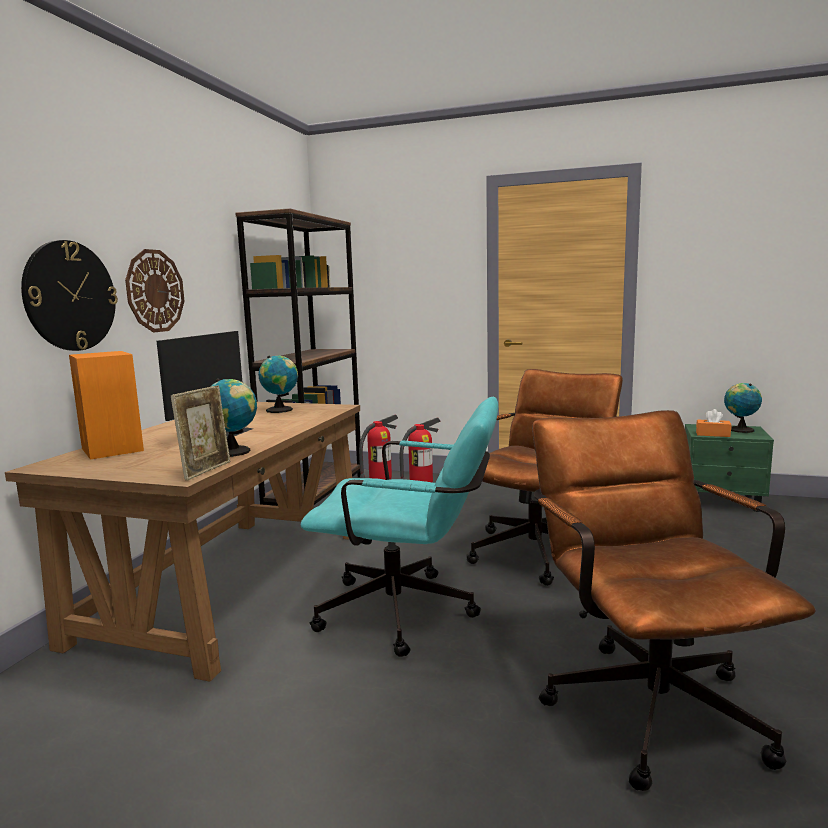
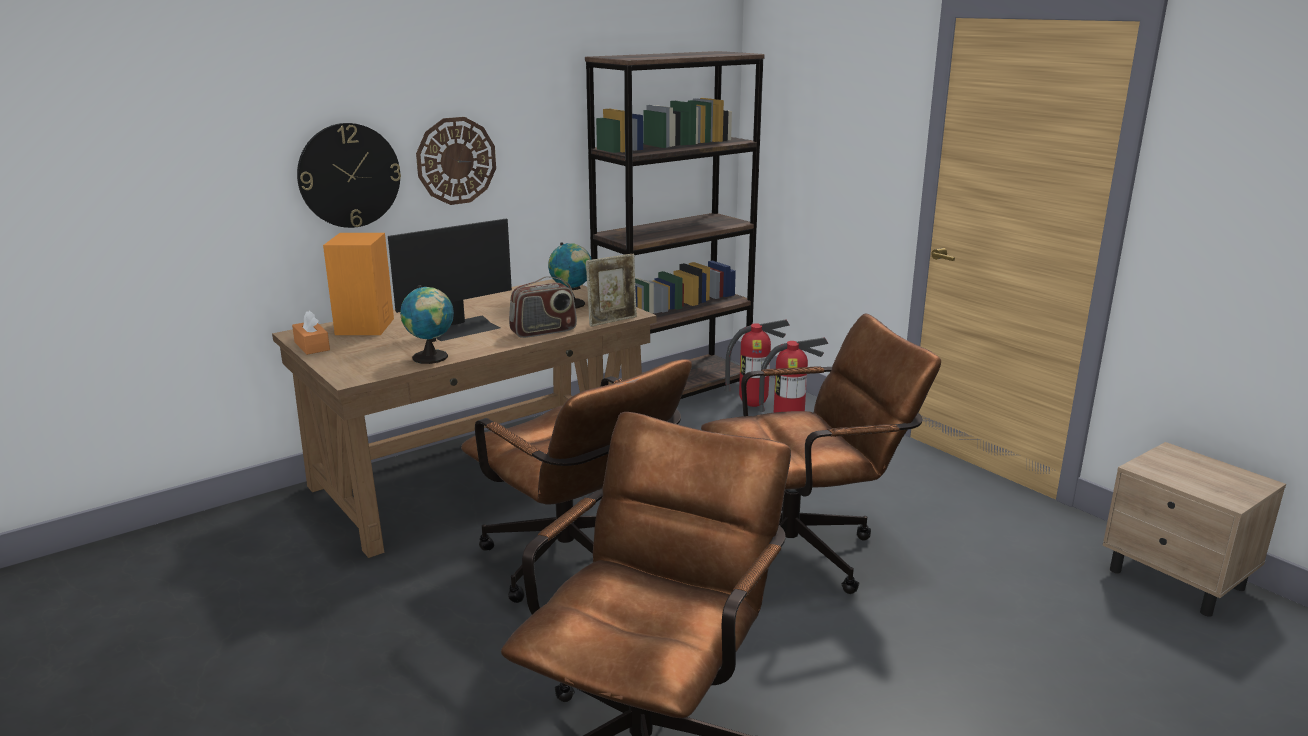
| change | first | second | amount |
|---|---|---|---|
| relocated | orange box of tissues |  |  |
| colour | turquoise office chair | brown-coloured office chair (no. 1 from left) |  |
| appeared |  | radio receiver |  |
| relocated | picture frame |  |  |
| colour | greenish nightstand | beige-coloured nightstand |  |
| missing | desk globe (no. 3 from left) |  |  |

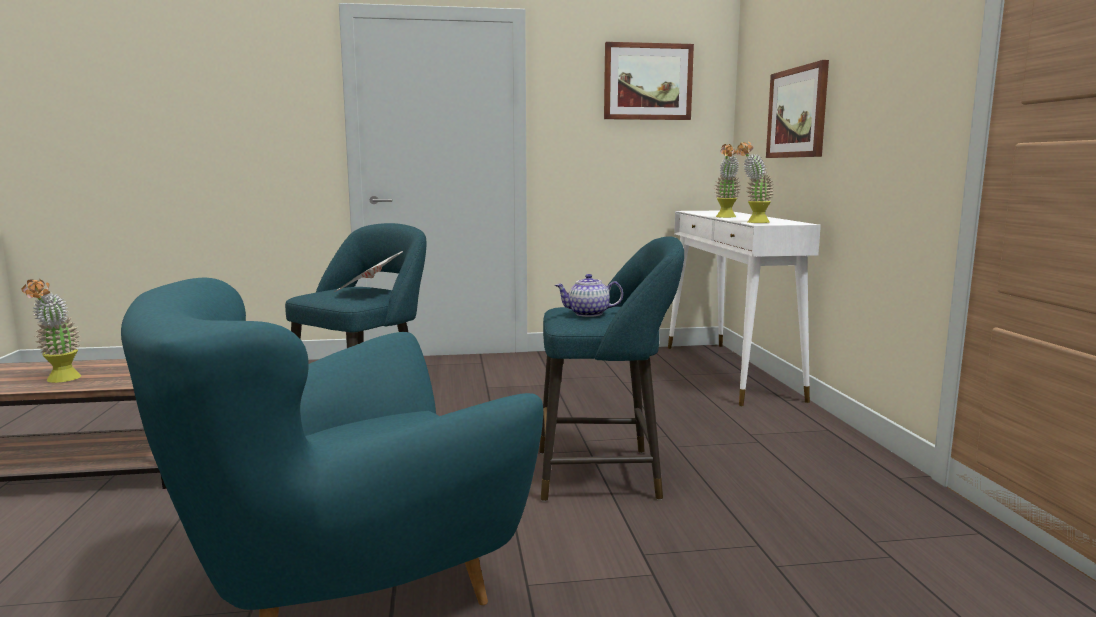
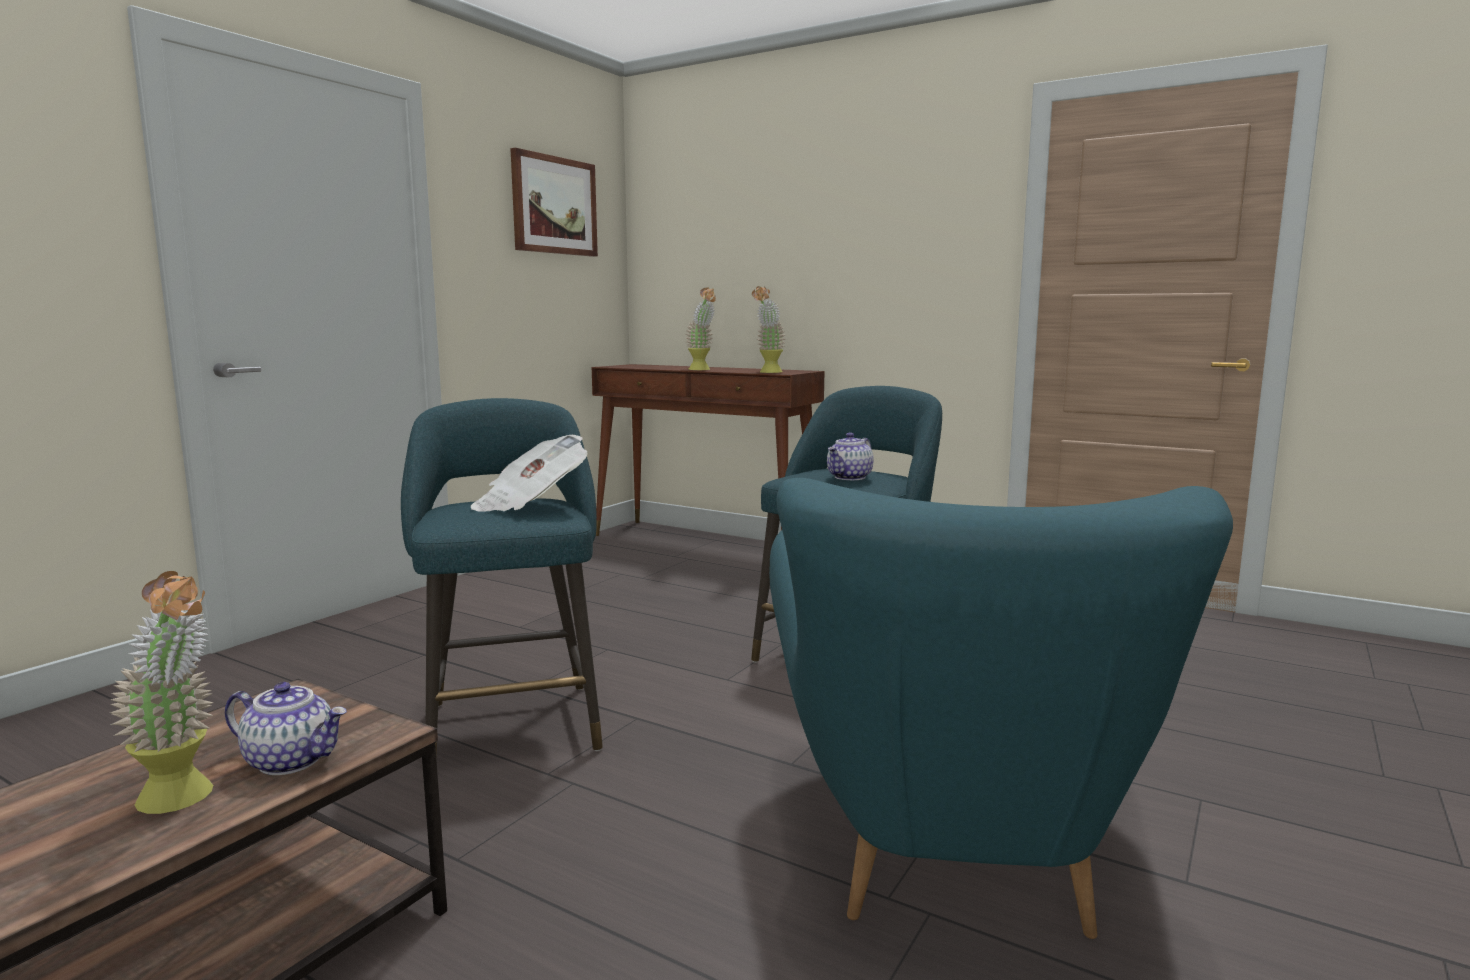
| change | first | second | amount |
|---|---|---|---|
| appeared |  | pot for tea (no. 1 from left) |  |
| colour | white-coloured hall table | brown-coloured hall table |  |
| missing | wall picture (no. 2 from left) |  |  |

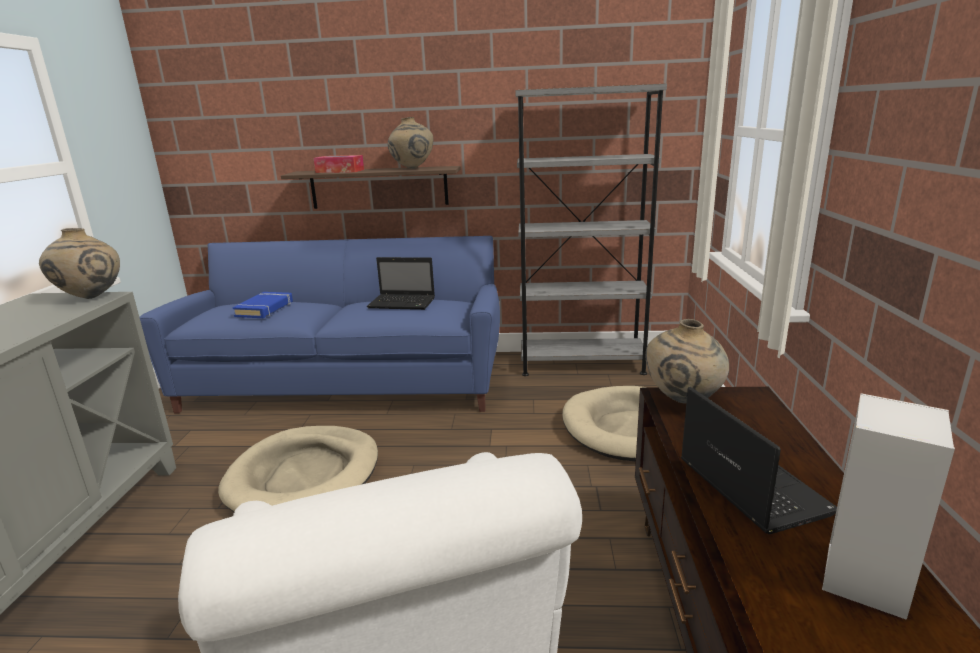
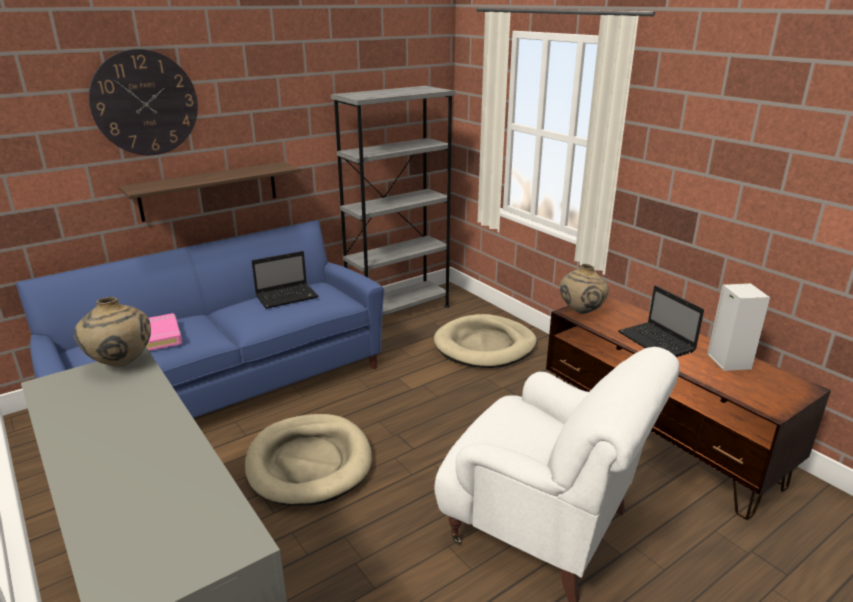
| change | first | second | amount |
|---|---|---|---|
| appeared |  | hanging clock |  |
| colour | bluish bound book | pinkish bound book |  |
| spun | portable computer (no. 2 from left) |  | 150 degrees counterclockwise |
| missing | box of tissues |  |  |
| missing | beige-coloured decorative vase (no. 2 from left) |  |  |

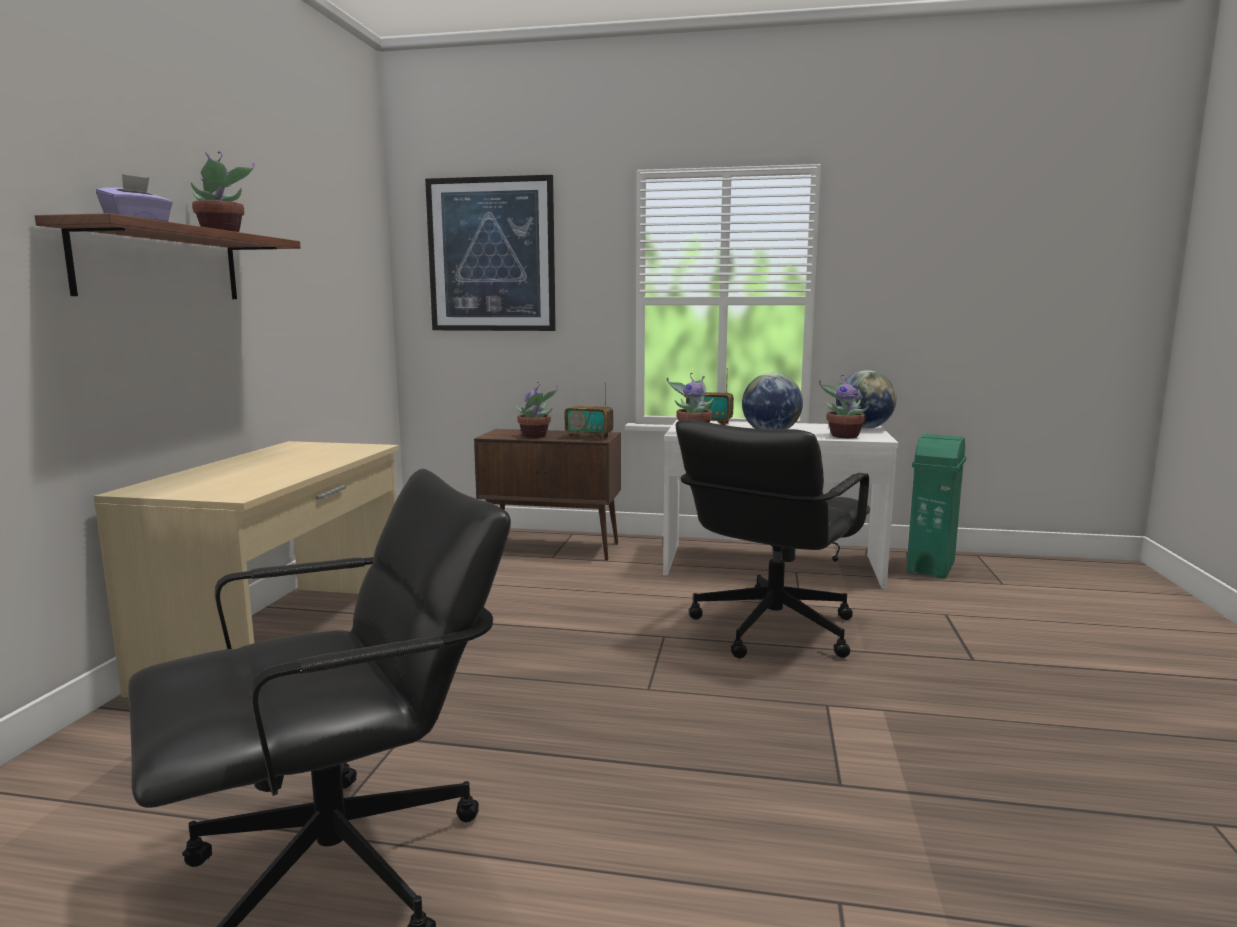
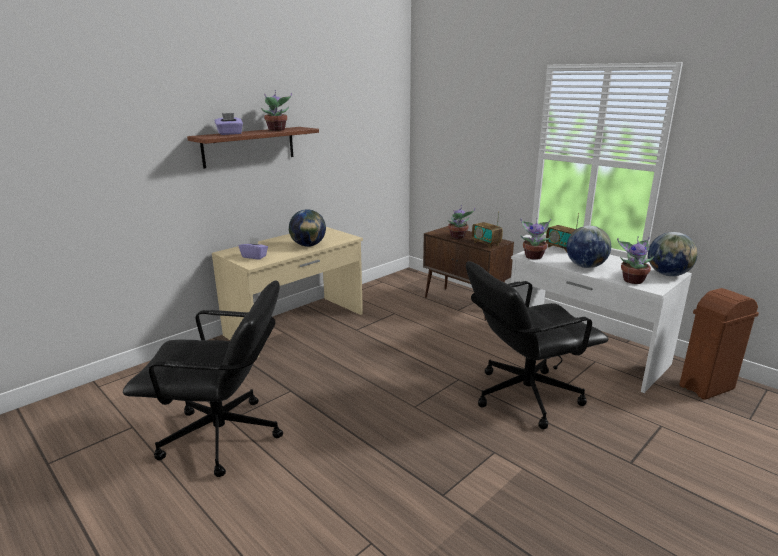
| change | first | second | amount |
|---|---|---|---|
| appeared |  | purplish box of tissues (no. 2 from left) |  |
| appeared |  | desk globe (no. 1 from left) |  |
| colour | greenish rubbish bin | brown-coloured rubbish bin |  |
| missing | wall picture |  |  |

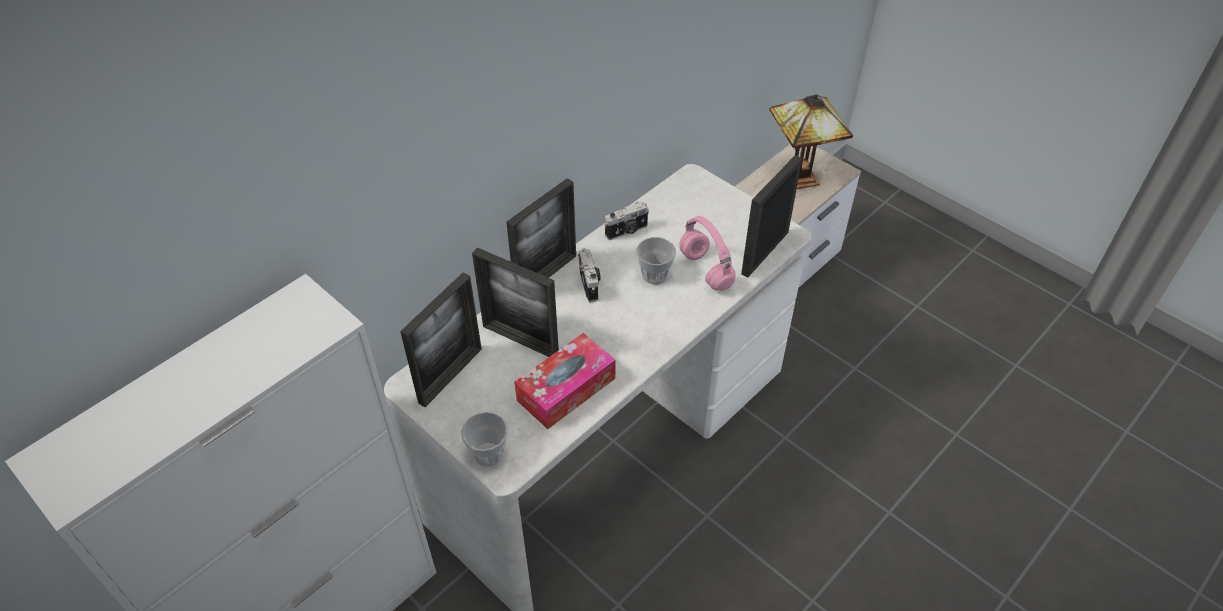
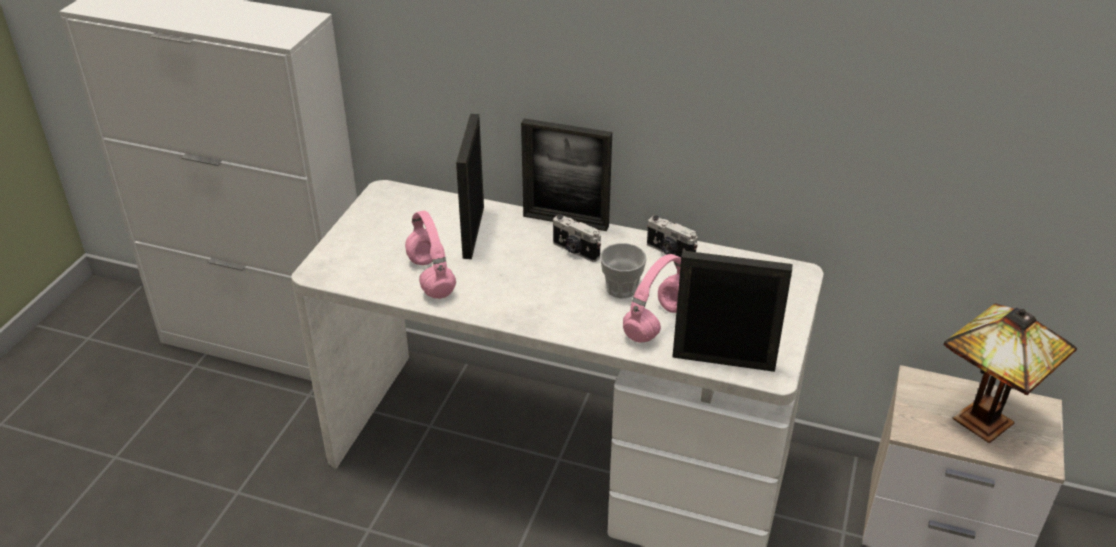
| change | first | second | amount |
|---|---|---|---|
| exchanged | box of tissues | pinkish pair of headphones (no. 1 from left) |  |
| spun | still camera (no. 1 from left) |  | 75 degrees clockwise |
| missing | picture frame (no. 1 from left) |  |  |
| missing | drinking cup (no. 1 from left) |  |  |

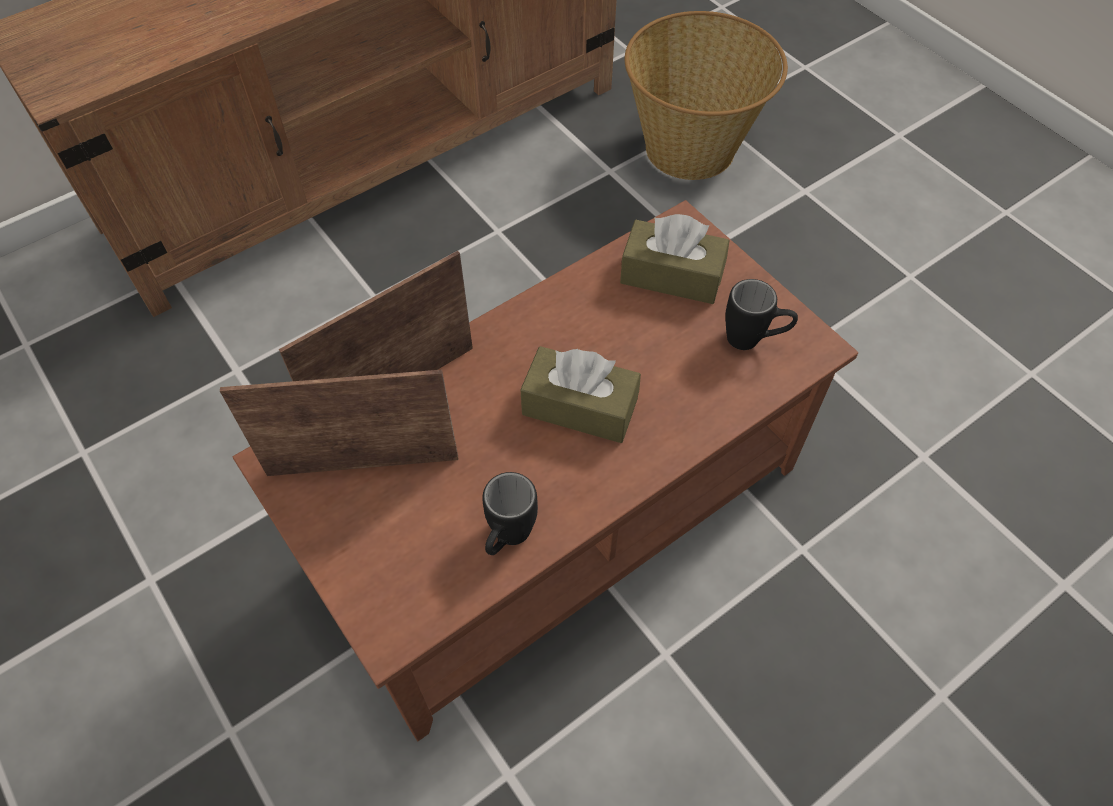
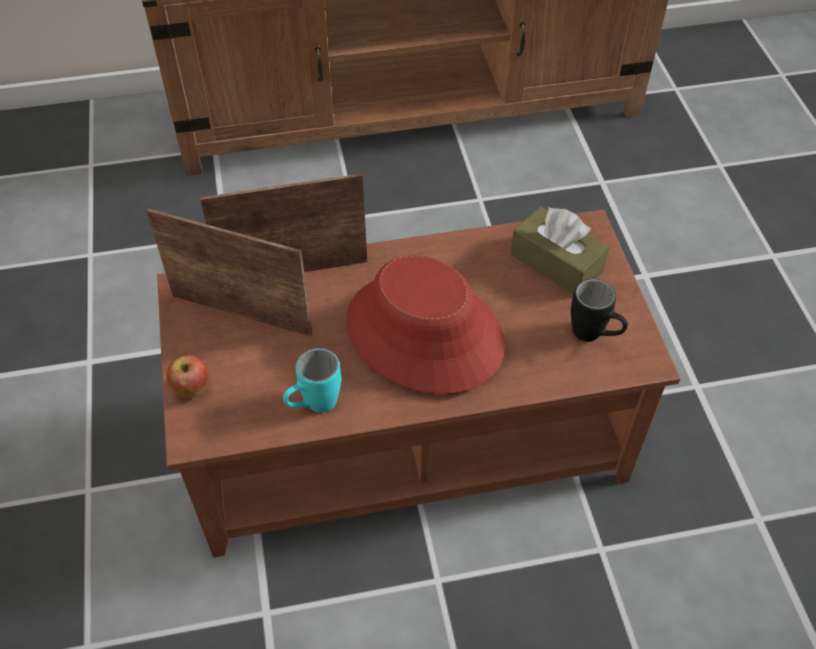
| change | first | second | amount |
|---|---|---|---|
| appeared |  | whole apple |  |
| colour | black tea mug (no. 1 from left) | turquoise tea mug |  |
| exchanged | brown-coloured box of tissues (no. 1 from left) | red-coloured clothing hat |  |
| missing | storage basket |  |  |

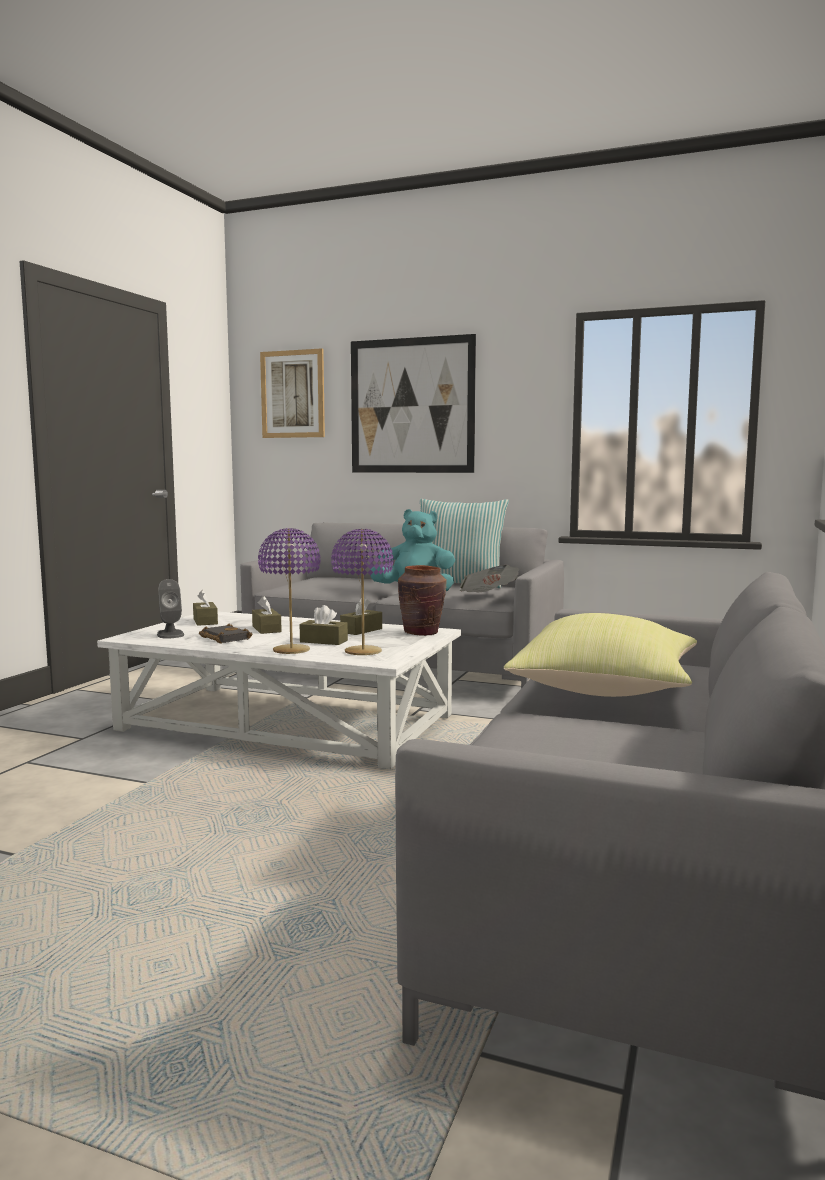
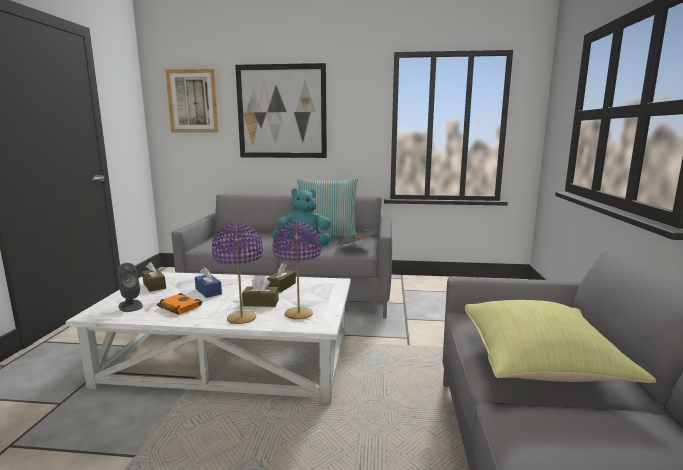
| change | first | second | amount |
|---|---|---|---|
| colour | black bound book | orange bound book |  |
| colour | brown-coloured box of tissues (no. 2 from left) | bluish box of tissues |  |
| missing | brown-coloured decorative vase |  |  |

